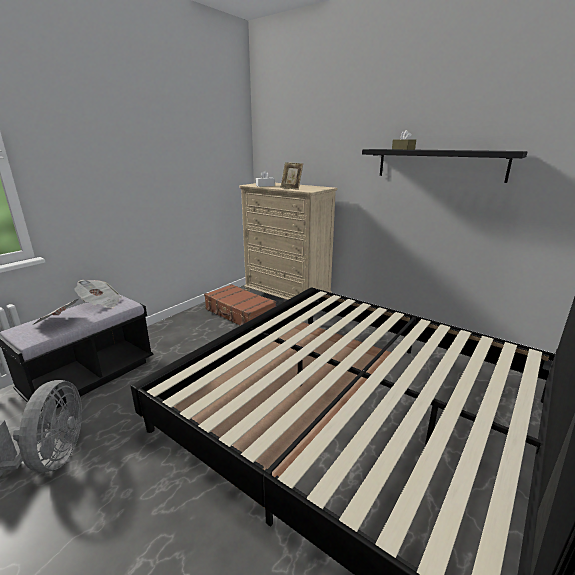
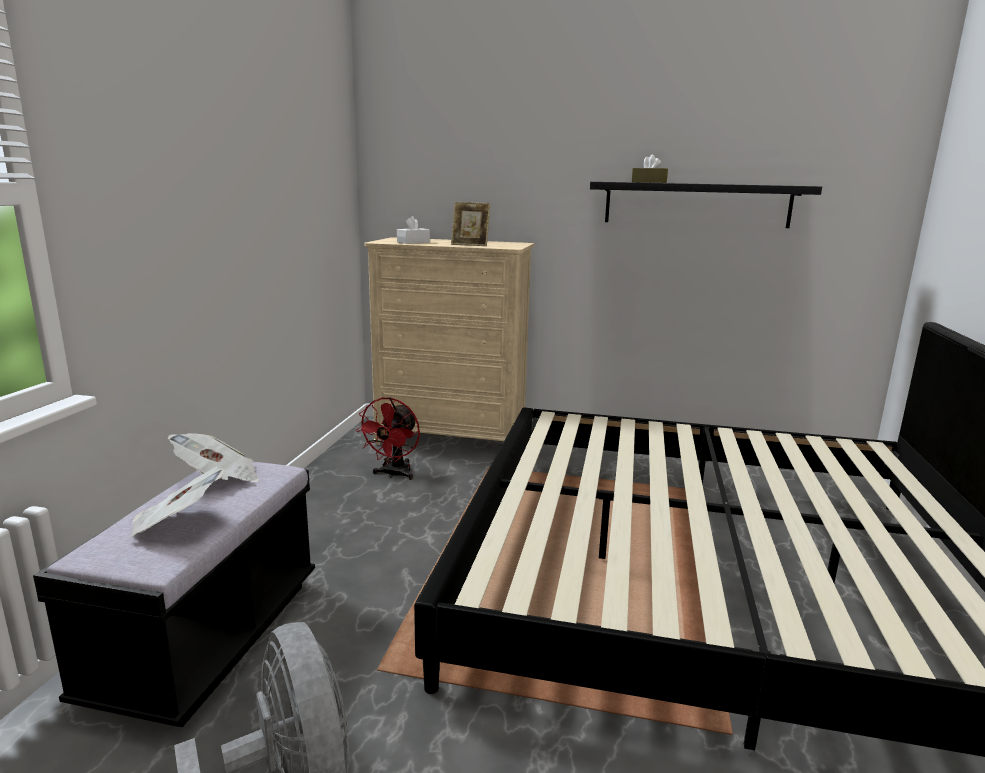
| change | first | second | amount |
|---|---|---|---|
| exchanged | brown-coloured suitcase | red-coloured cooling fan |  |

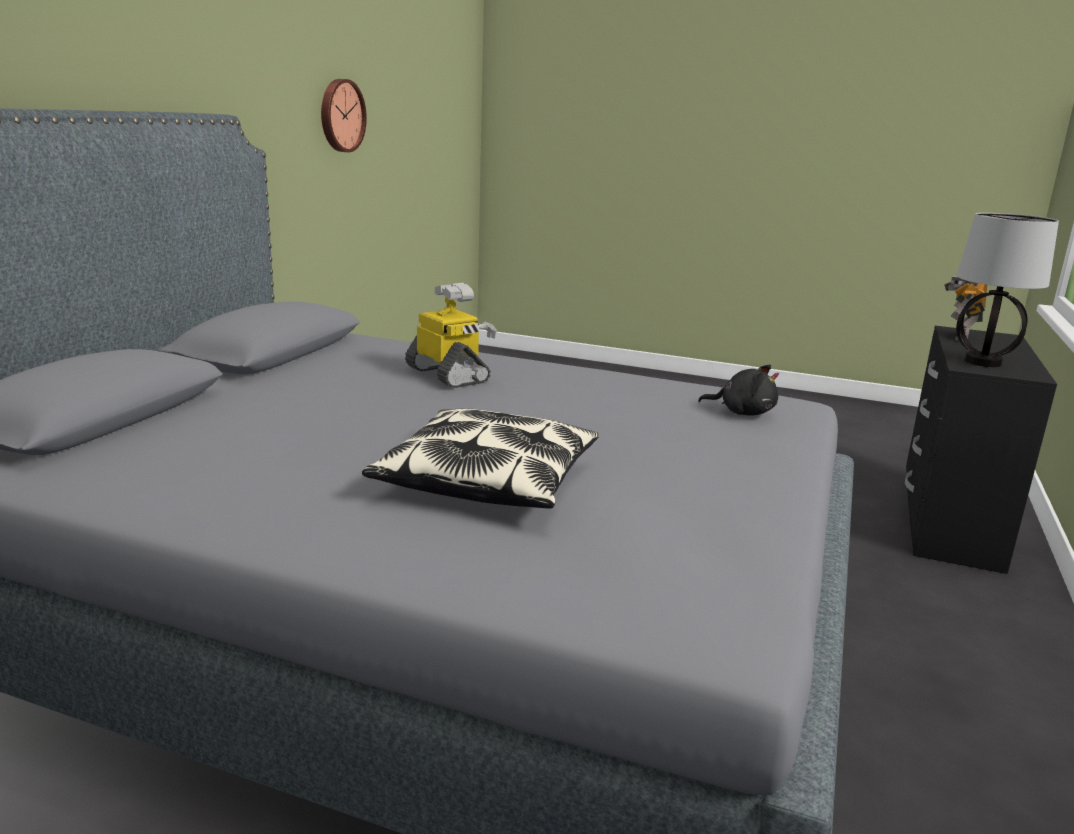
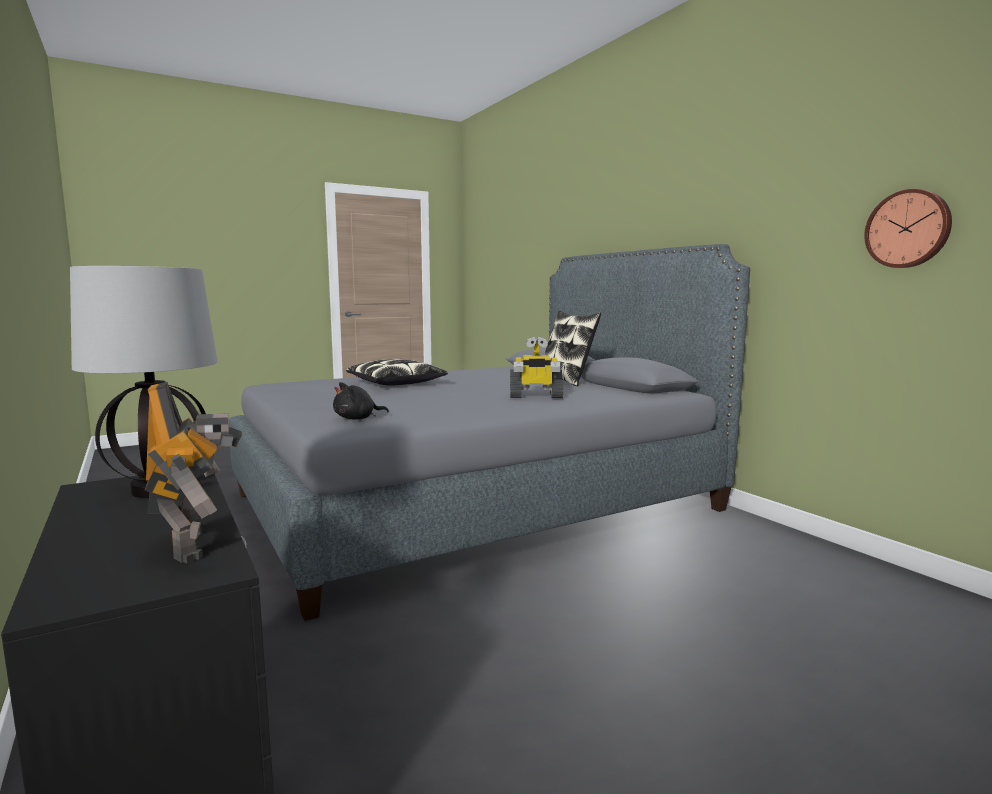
| change | first | second | amount |
|---|---|---|---|
| appeared |  | pillow (no. 2 from left) |  |

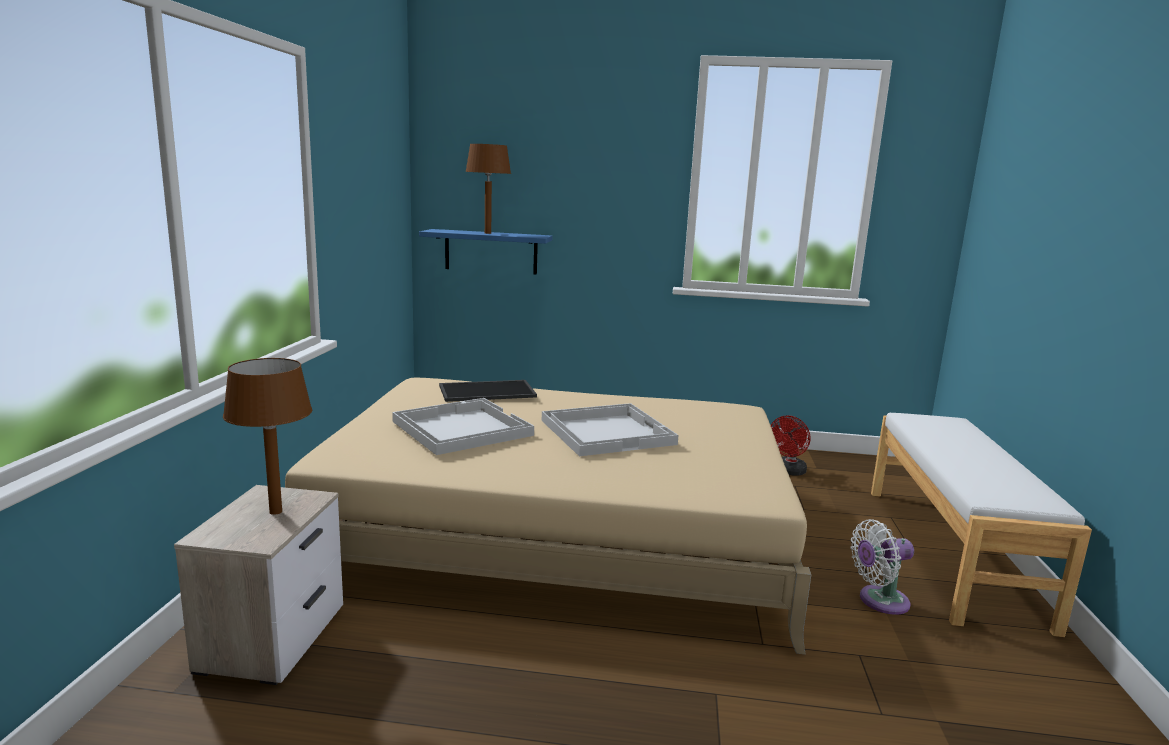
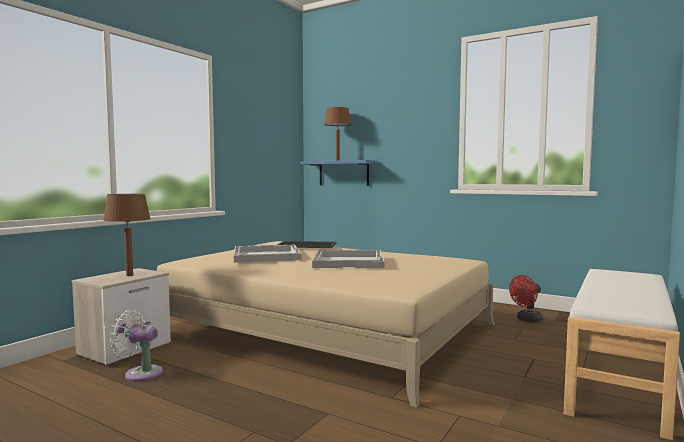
| change | first | second | amount |
|---|---|---|---|
| relocated | white-coloured cooling fan |  |  |

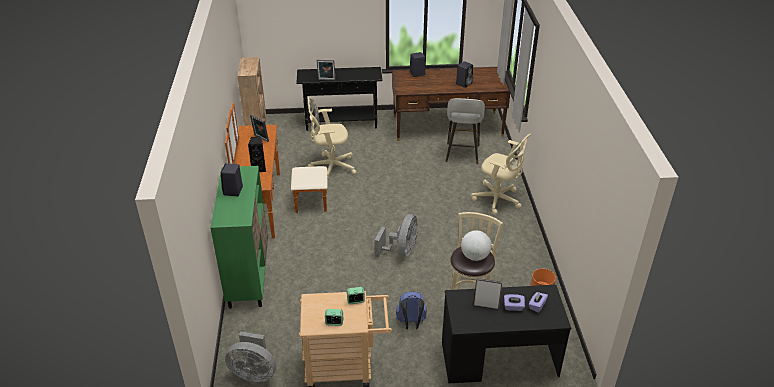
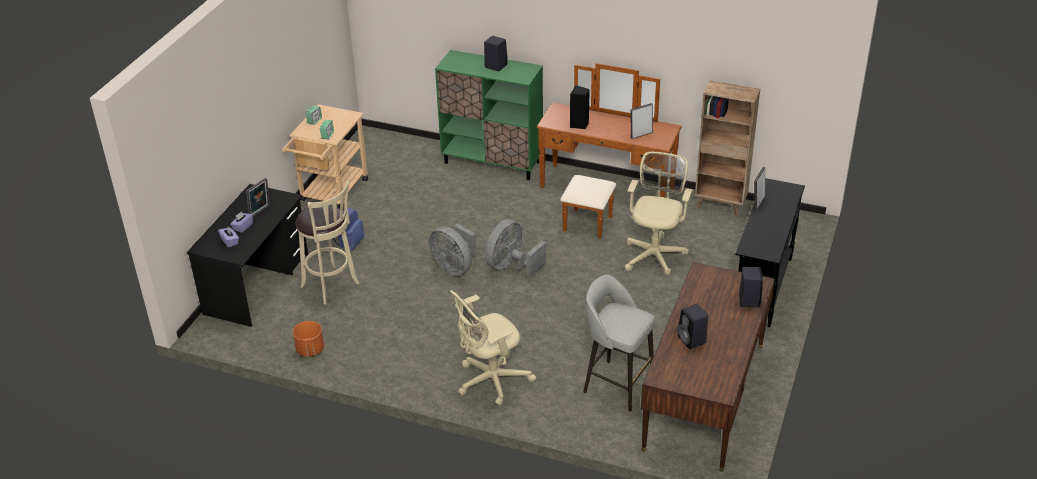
| change | first | second | amount |
|---|---|---|---|
| relocated | gray cooling fan (no. 1 from left in the first image) | gray cooling fan (no. 2 from left) |  |
| missing | desk globe |  |  |

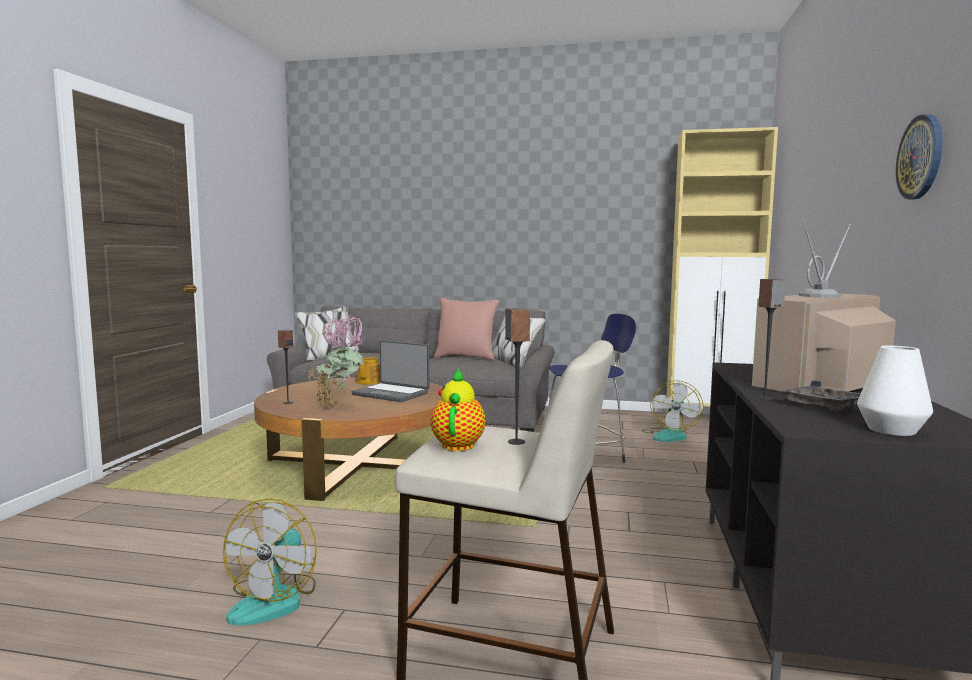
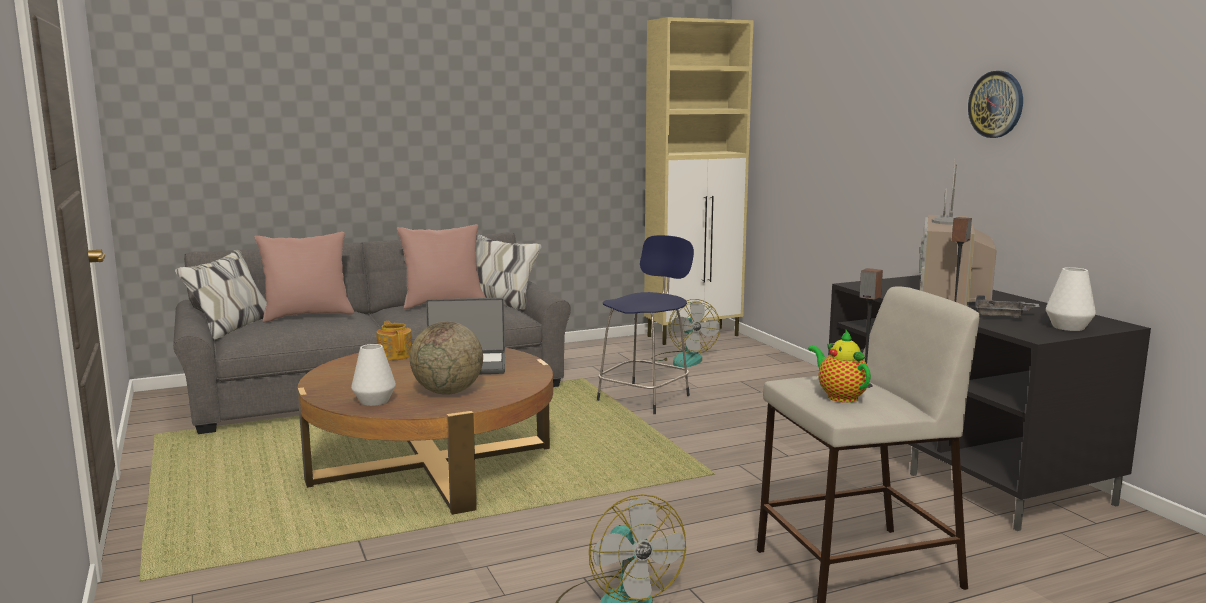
| change | first | second | amount |
|---|---|---|---|
| appeared |  | pinkish pillow (no. 1 from left) |  |
| exchanged | loudspeaker (no. 1 from left) | white-coloured decorative vase (no. 1 from left) |  |
| exchanged | plant in a pot | desk globe |  |

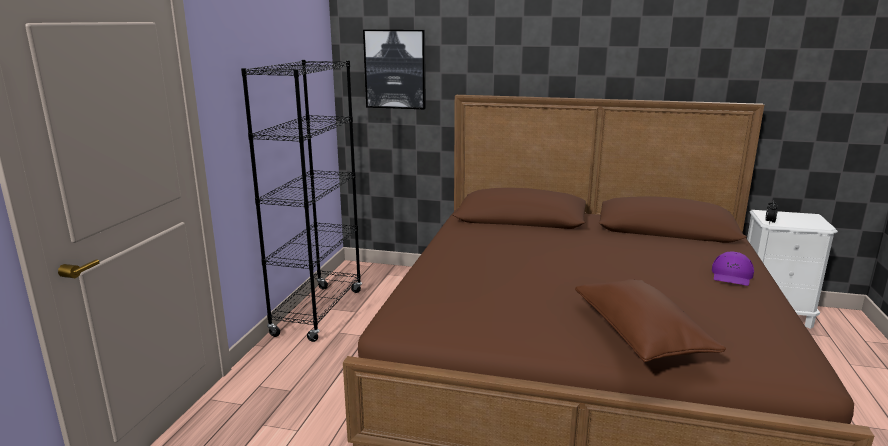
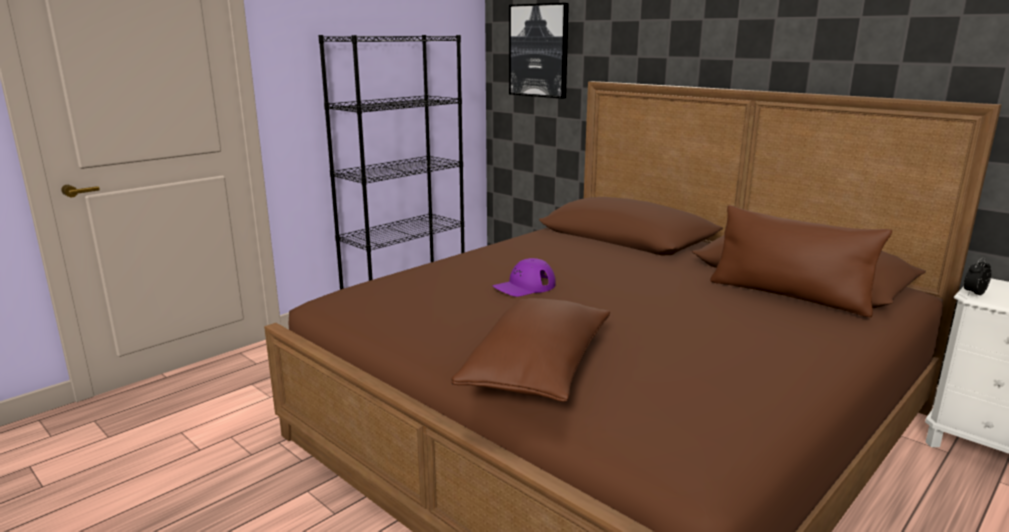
| change | first | second | amount |
|---|---|---|---|
| relocated | purplish cap |  |  |
| appeared |  | brown-coloured pillow (no. 2 from left) |  |

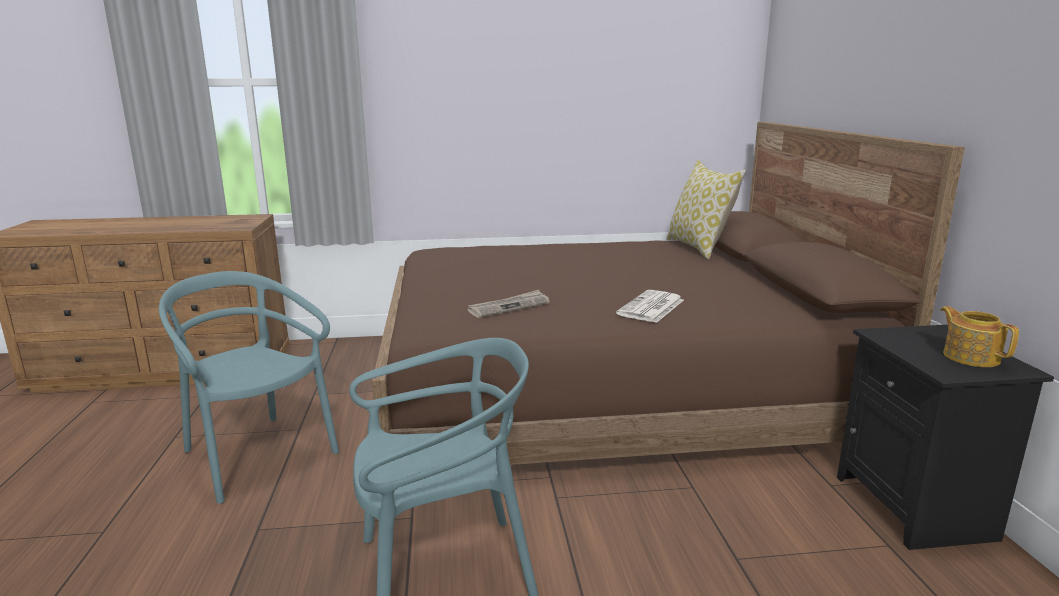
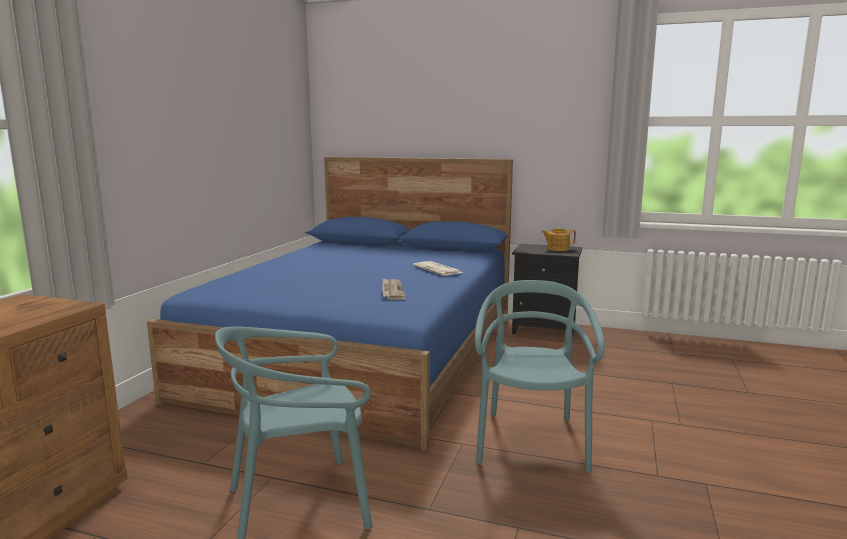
| change | first | second | amount |
|---|---|---|---|
| colour | brown-coloured bedroom bed | bluish bedroom bed |  |
| missing | pillow |  |  |

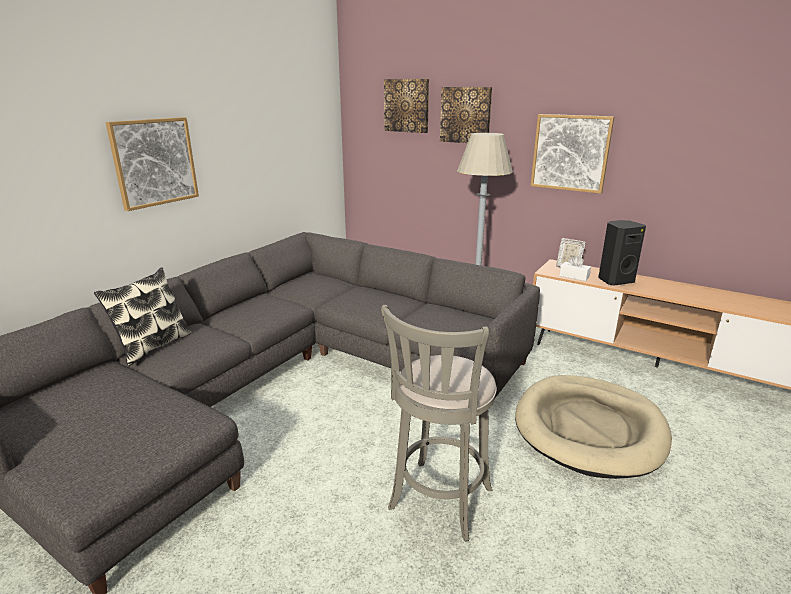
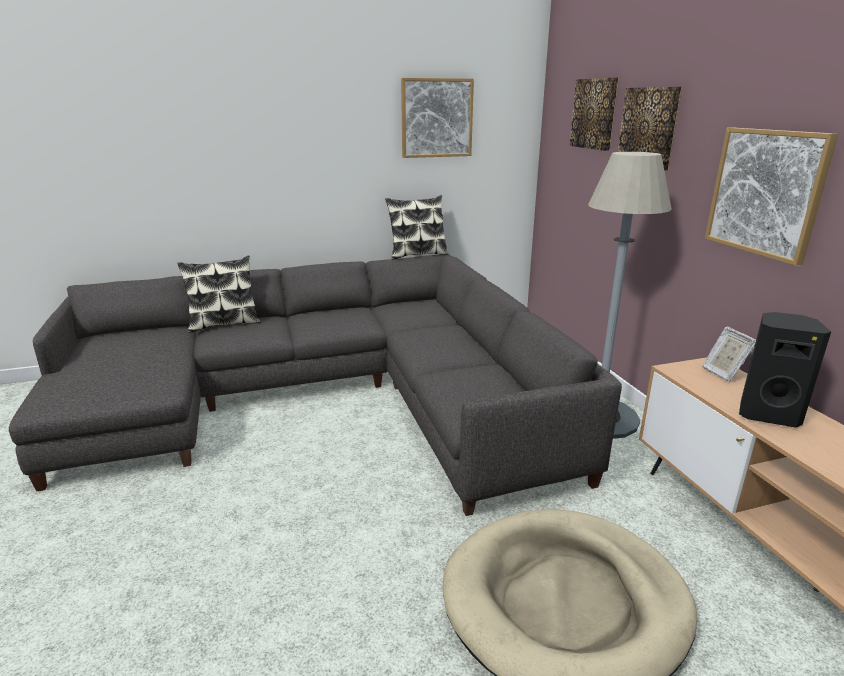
| change | first | second | amount |
|---|---|---|---|
| appeared |  | pillow (no. 2 from left) |  |
| relocated | wall picture (no. 1 from left) |  |  |
| missing | gray stool |  |  |
| missing | white-coloured box of tissues |  |  |

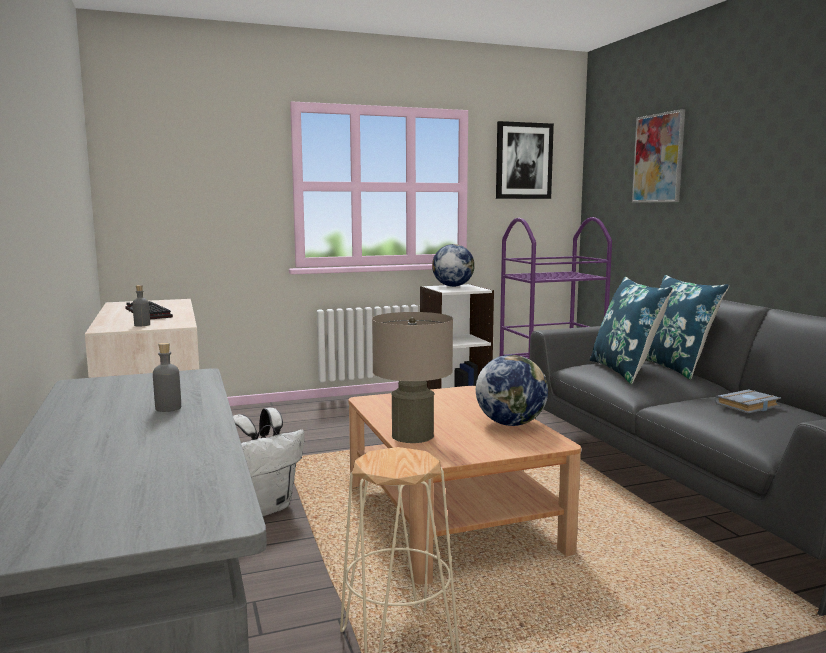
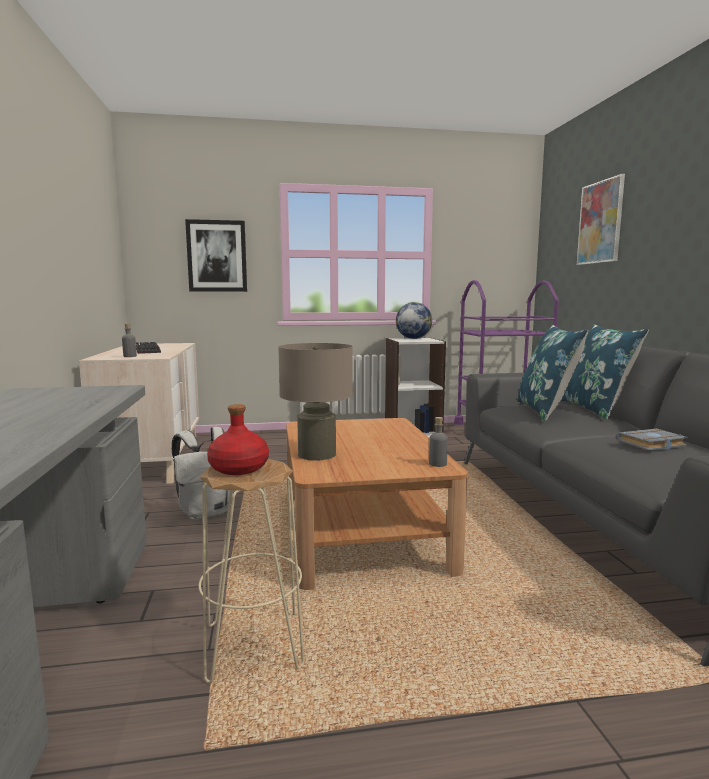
| change | first | second | amount |
|---|---|---|---|
| relocated | wall picture (no. 1 from left) |  |  |
| appeared |  | red-coloured bottle |  |
| relocated | gray bottle (no. 2 from left) |  |  |
| missing | desk globe (no. 2 from left) |  |  |

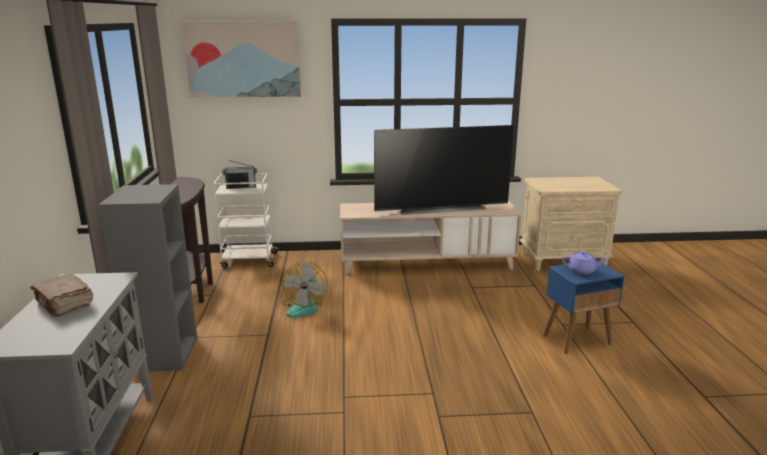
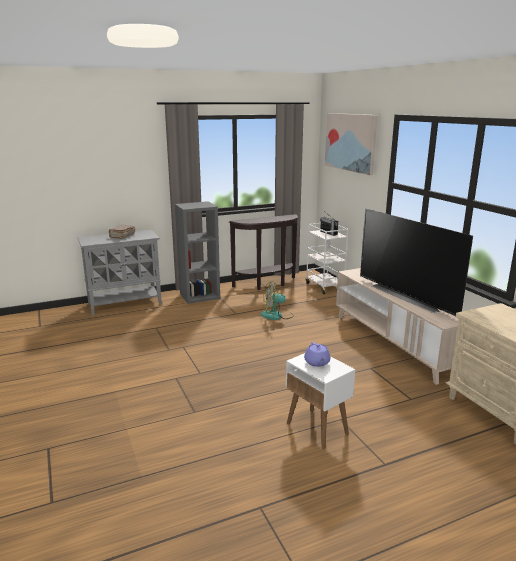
| change | first | second | amount |
|---|---|---|---|
| colour | bluish end table | white-coloured end table |  |

